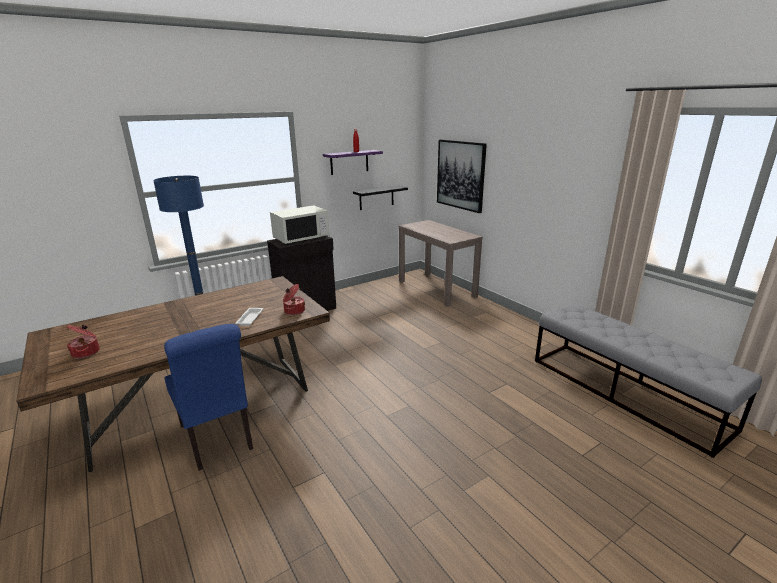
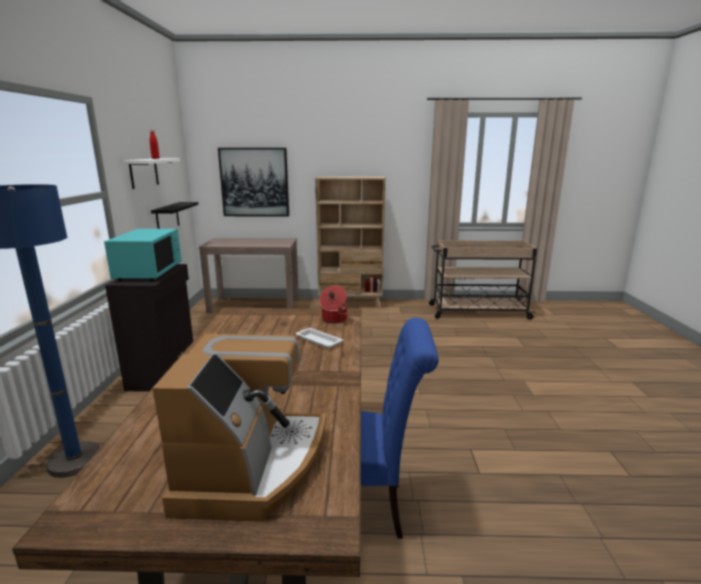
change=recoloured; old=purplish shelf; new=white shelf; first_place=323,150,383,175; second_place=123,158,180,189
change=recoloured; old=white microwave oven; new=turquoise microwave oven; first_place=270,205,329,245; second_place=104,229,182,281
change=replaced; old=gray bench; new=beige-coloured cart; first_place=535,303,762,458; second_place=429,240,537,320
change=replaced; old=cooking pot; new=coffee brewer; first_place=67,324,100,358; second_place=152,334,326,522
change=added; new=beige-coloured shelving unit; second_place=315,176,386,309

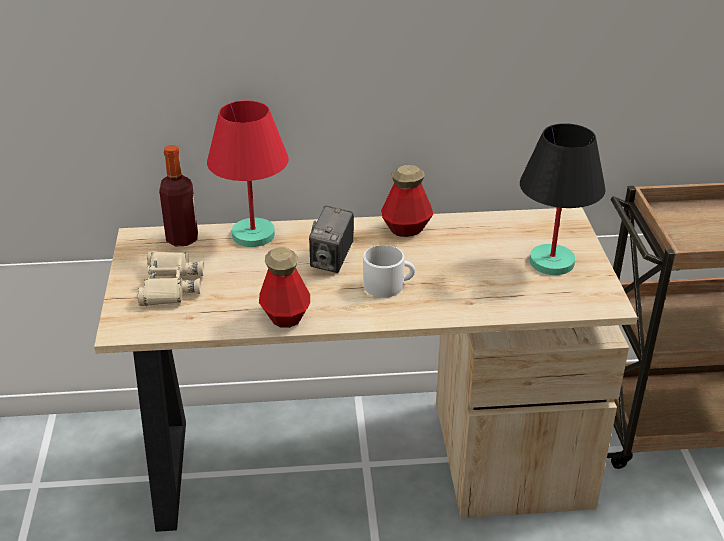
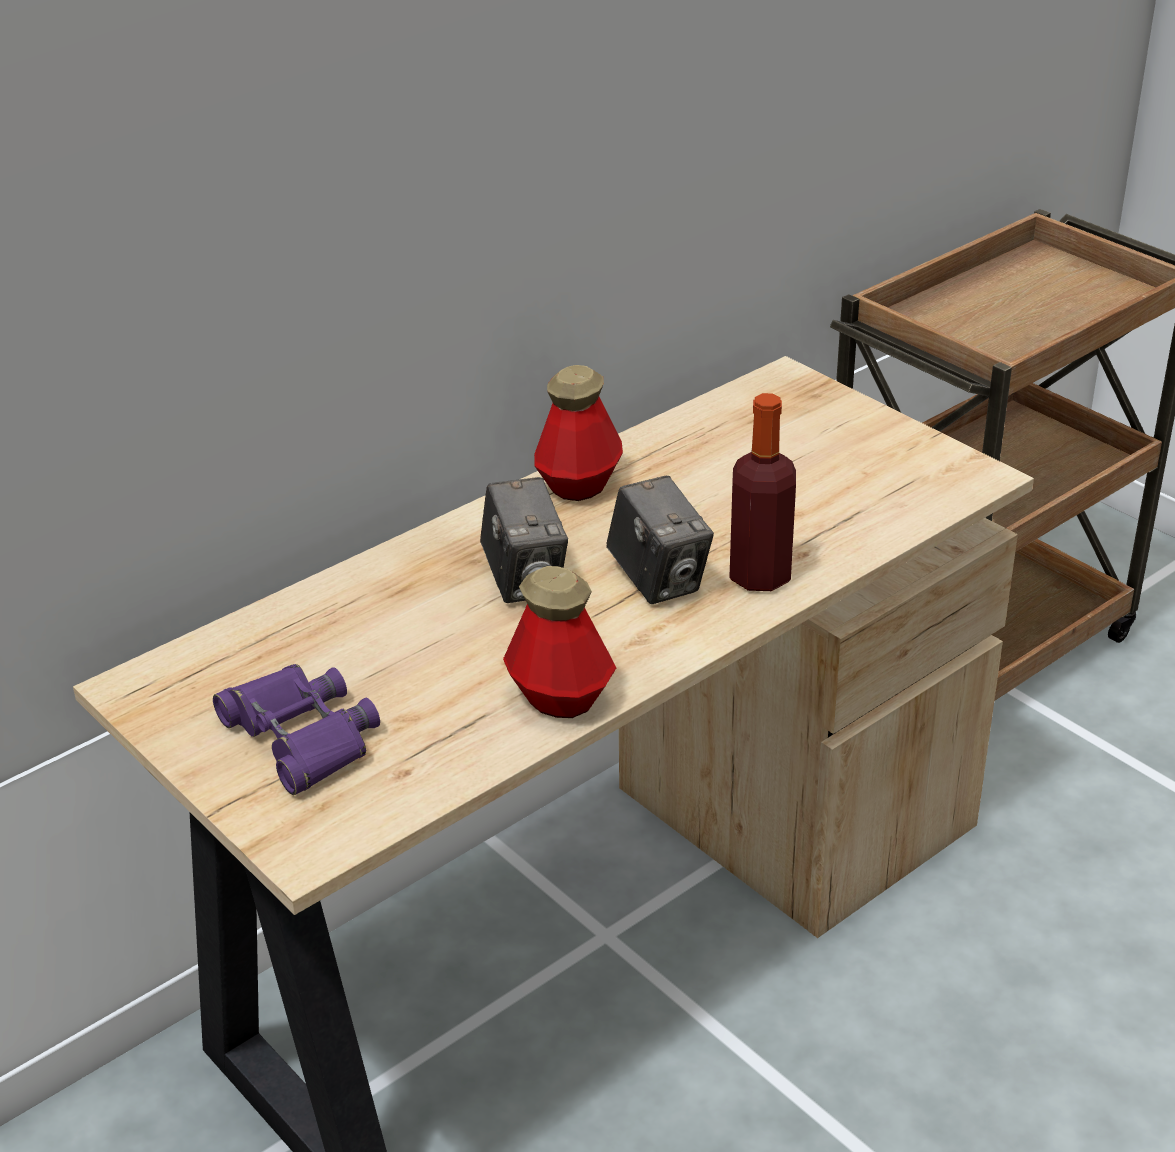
change=removed; old=red-coloured table lamp; first_place=207,100,289,247
change=removed; old=black-coloured table lamp; first_place=520,123,606,275
change=moved; old=beverage bottle; first_place=159,145,198,247; second_place=729,393,796,591
change=replaced; old=white tea mug; new=photo camera; first_place=363,245,415,298; second_place=606,475,714,604
change=recoloured; old=beige-coloured field glasses; new=purplish field glasses; first_place=138,251,204,306; second_place=213,664,380,795

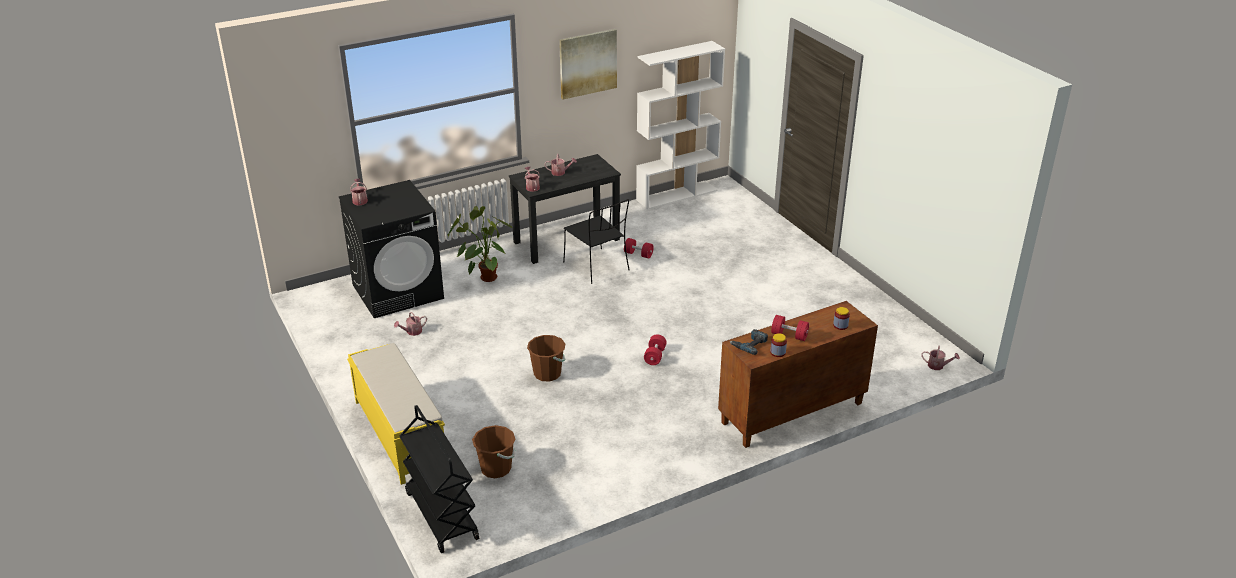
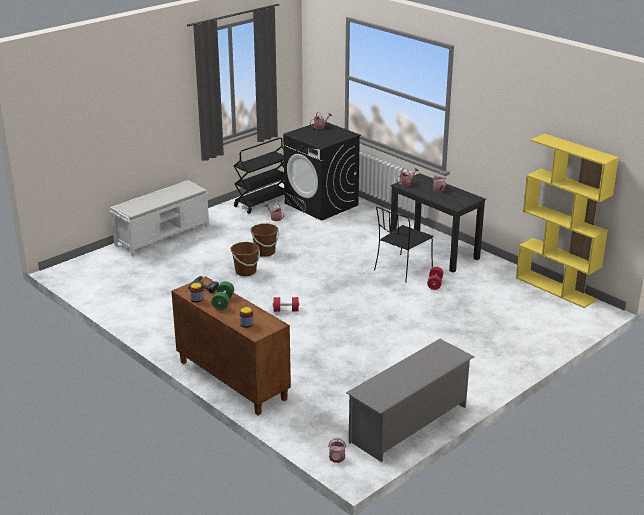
change=removed; old=wall art; first_place=559,29,617,99
change=recoloured; old=white shelving unit; new=yellowish shelving unit; first_place=636,41,725,210; second_place=516,134,619,308
change=removed; old=potted plant; first_place=448,206,513,282
change=recoloured; old=red-coloured hand weight; new=green-coloured hand weight; first_place=771,315,809,341; second_place=212,281,234,310
change=recoloured; old=yellowish bench; new=white bench; first_place=347,343,445,485; second_place=110,180,209,256
change=moved; old=black-coloured cart; first_place=399,405,479,553; second_place=234,137,285,214
change=moved; old=brown-coloured bucket; first_place=472,425,515,478; second_place=251,224,279,257
change=added; new=gray shoe stand; second_place=346,339,474,462

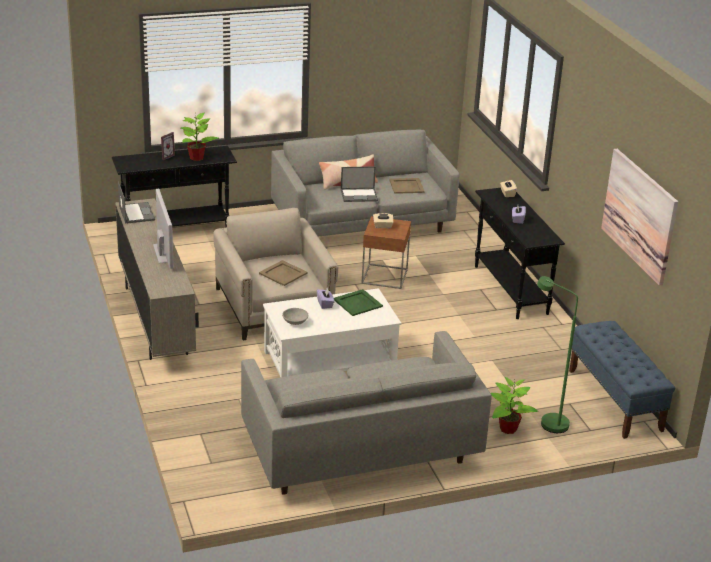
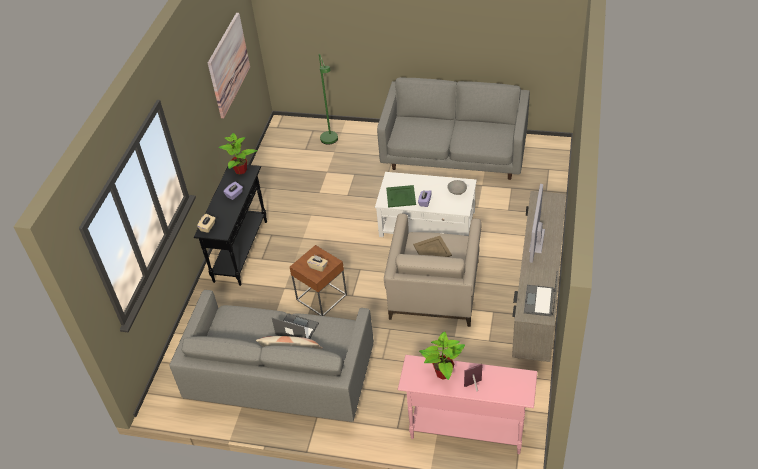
change=recoloured; old=black-coloured hall table; new=pink-coloured hall table; first_place=112,146,237,227; second_place=398,355,537,454
change=removed; old=beige-coloured serving tray; first_place=389,178,425,194
change=removed; old=bluish bench; first_place=569,321,675,439
change=moved; old=potted plant; first_place=491,377,538,434; second_place=219,133,258,174

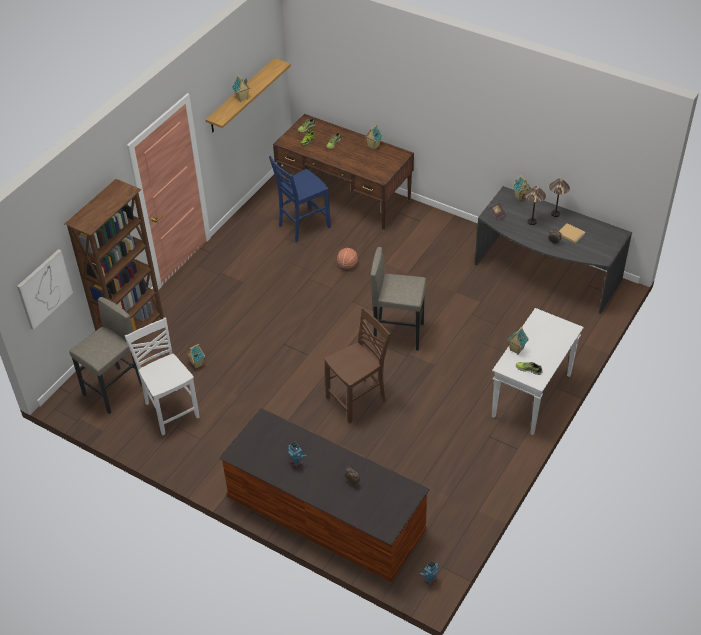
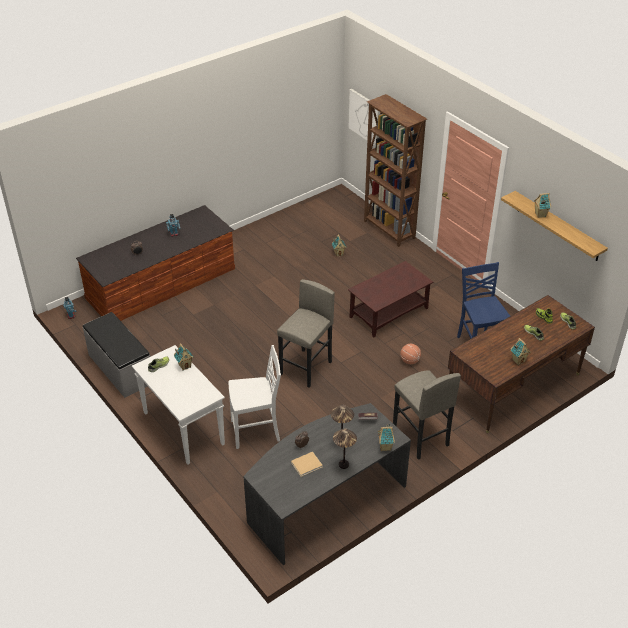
change=moved; old=gray sitting stool; first_place=69,297,142,414; second_place=393,370,461,460
change=removed; old=brown-coloured plain chair; first_place=324,307,391,424
change=moved; old=white plain chair; first_place=125,317,200,435; second_place=229,345,281,449
change=added; new=brown-coloured coffee table; second_place=348,261,433,337
change=added; new=gray bench; second_place=83,312,150,398

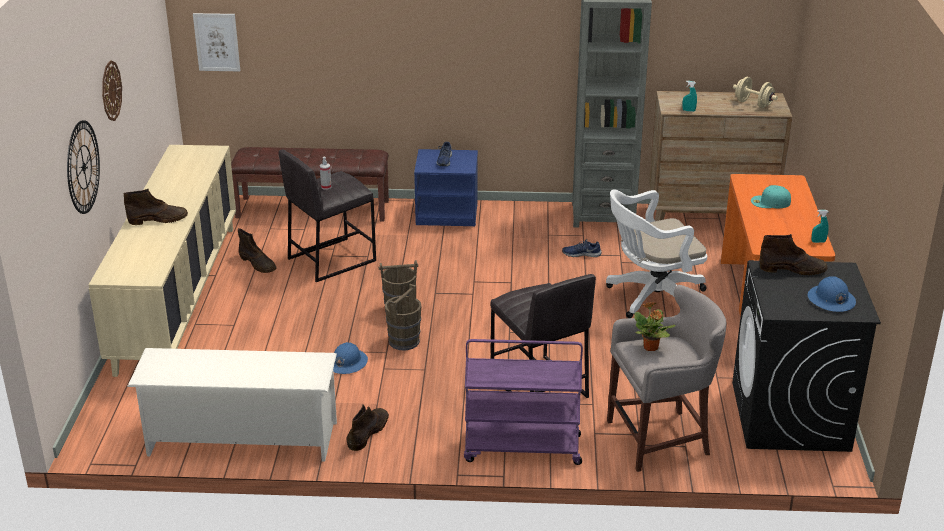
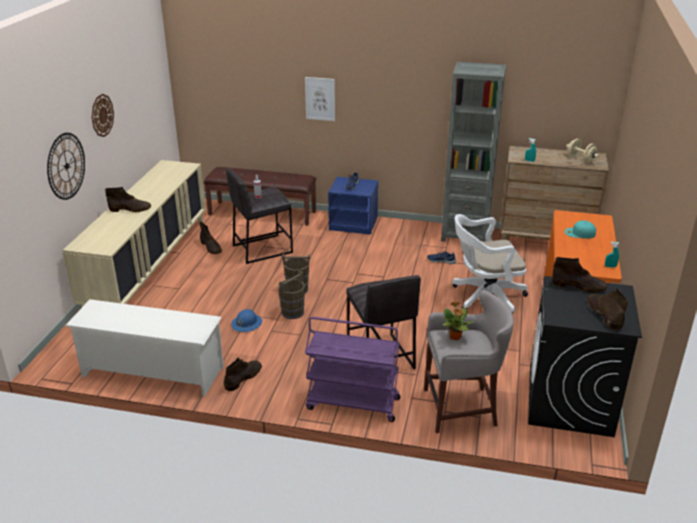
change=moved; old=wall art; first_place=193,13,240,71; second_place=305,77,335,121
change=replaced; old=bluish hard hat; new=brown-coloured tall boot; first_place=808,276,856,312; second_place=588,289,628,330

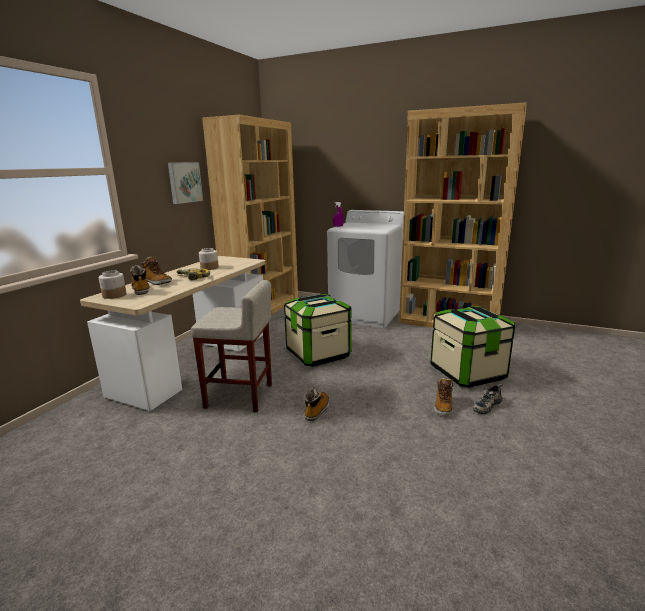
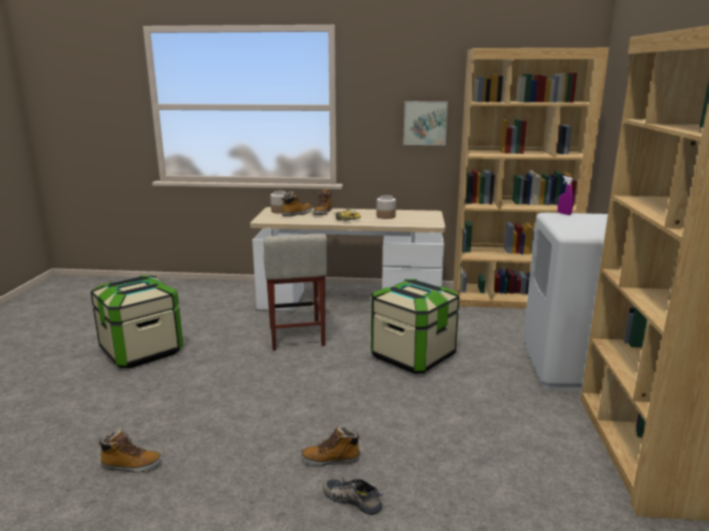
change=moved; old=storage container; first_place=430,306,515,388; second_place=91,275,183,368
change=moved; old=tall boot; first_place=305,388,329,421; second_place=98,430,162,473

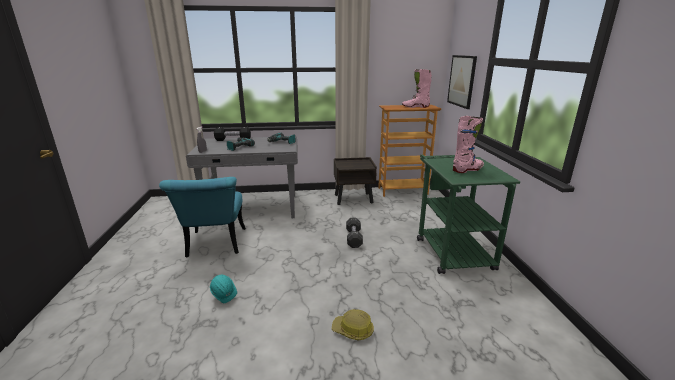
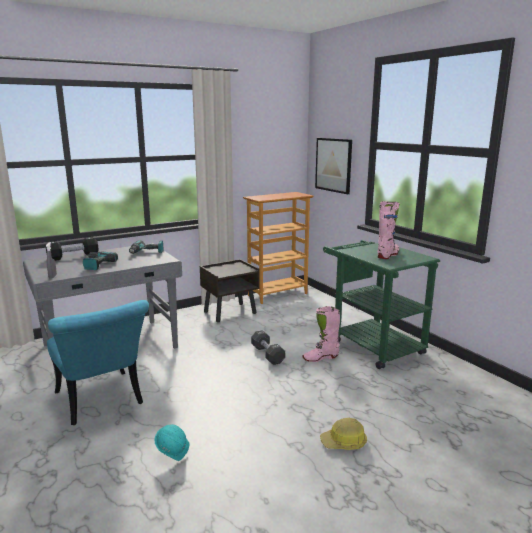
change=moved; old=pink-coloured tall boot; first_place=402,69,432,108; second_place=303,306,340,362

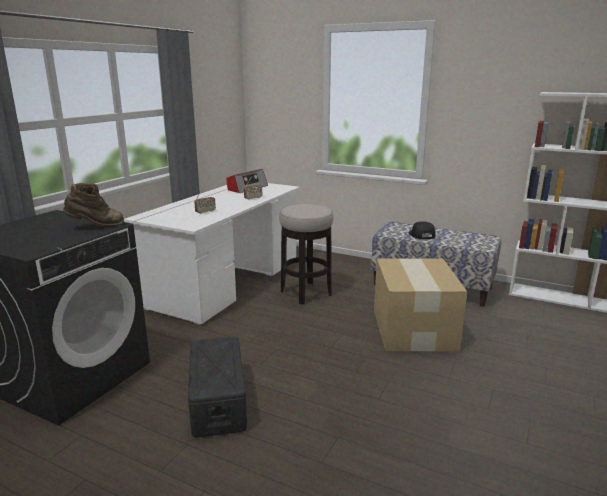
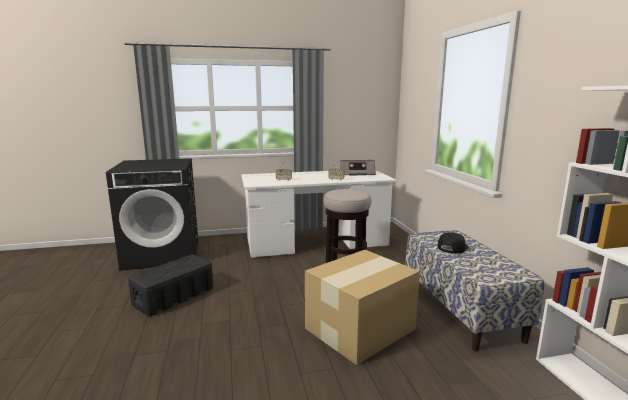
change=removed; old=brown-coloured tall boot; first_place=63,183,124,227

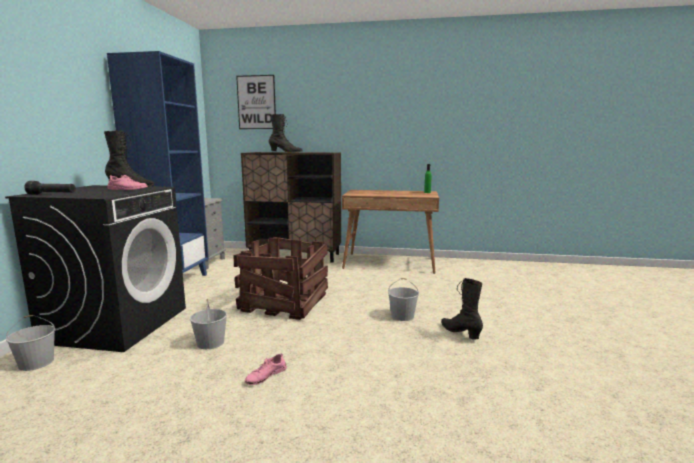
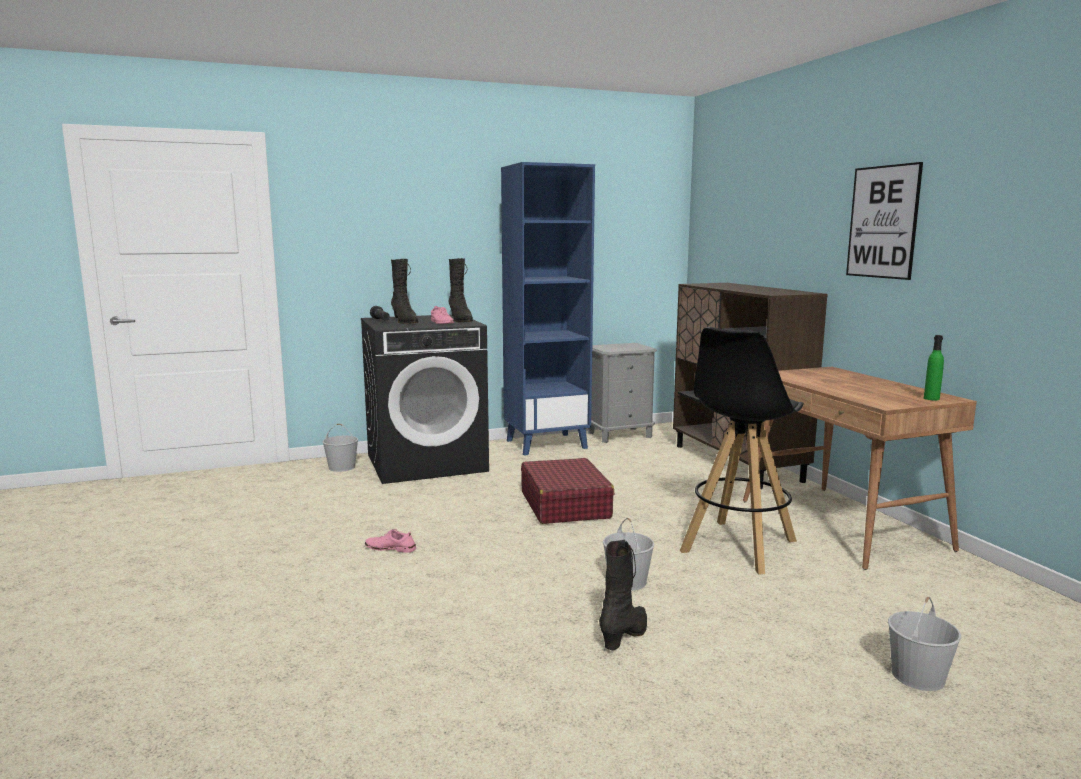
change=moved; old=wall art; first_place=236,75,276,129; second_place=846,162,923,280
change=moved; old=black-coloured tall boot; first_place=269,114,303,153; second_place=391,259,419,324
change=replaced; old=shipping crate; new=red-coloured suitcase; first_place=234,237,328,320; second_place=521,458,614,524
change=moved; old=white bucket; first_place=190,299,227,349; second_place=888,597,961,691
change=added; new=black-coloured sitting stool; second_place=680,327,804,575

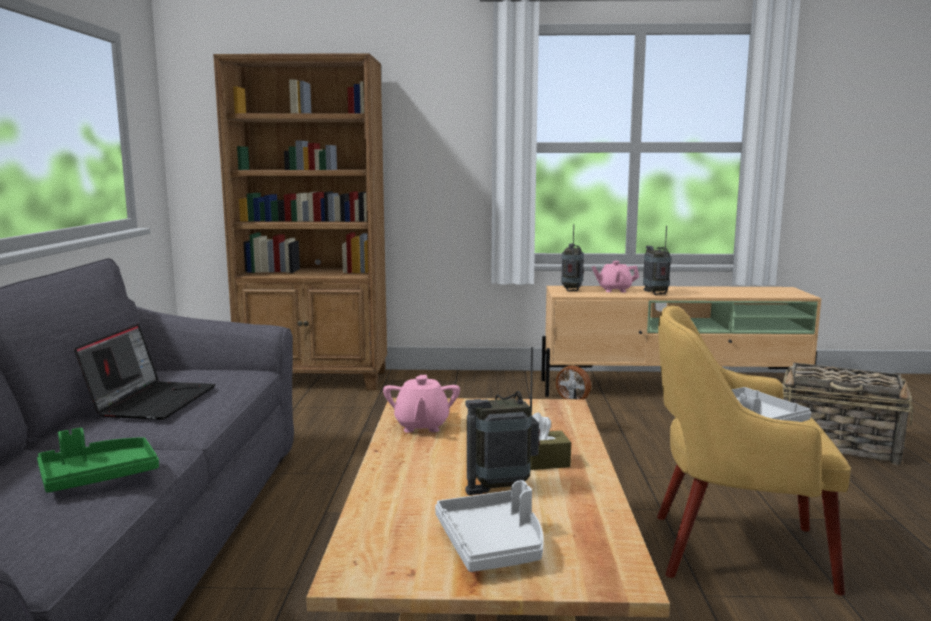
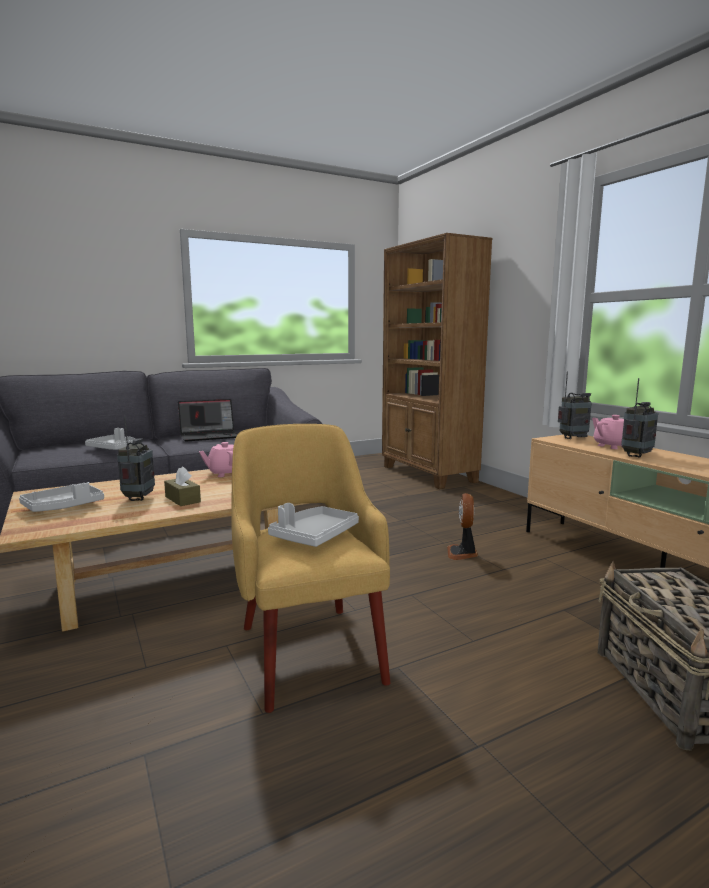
change=turned; old=radio receiver; first_place=466,347,540,495; second_place=117,417,155,501; degrees=45
change=recoloured; old=green-coloured serving tray; new=gray serving tray; first_place=37,428,159,493; second_place=85,428,136,450

